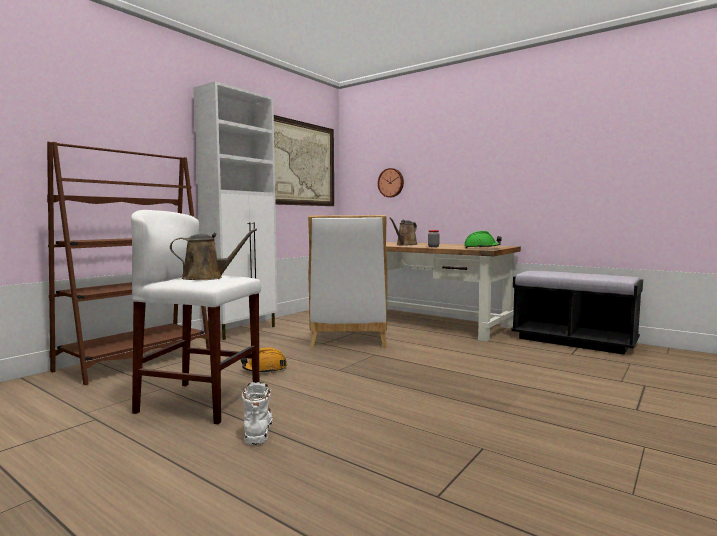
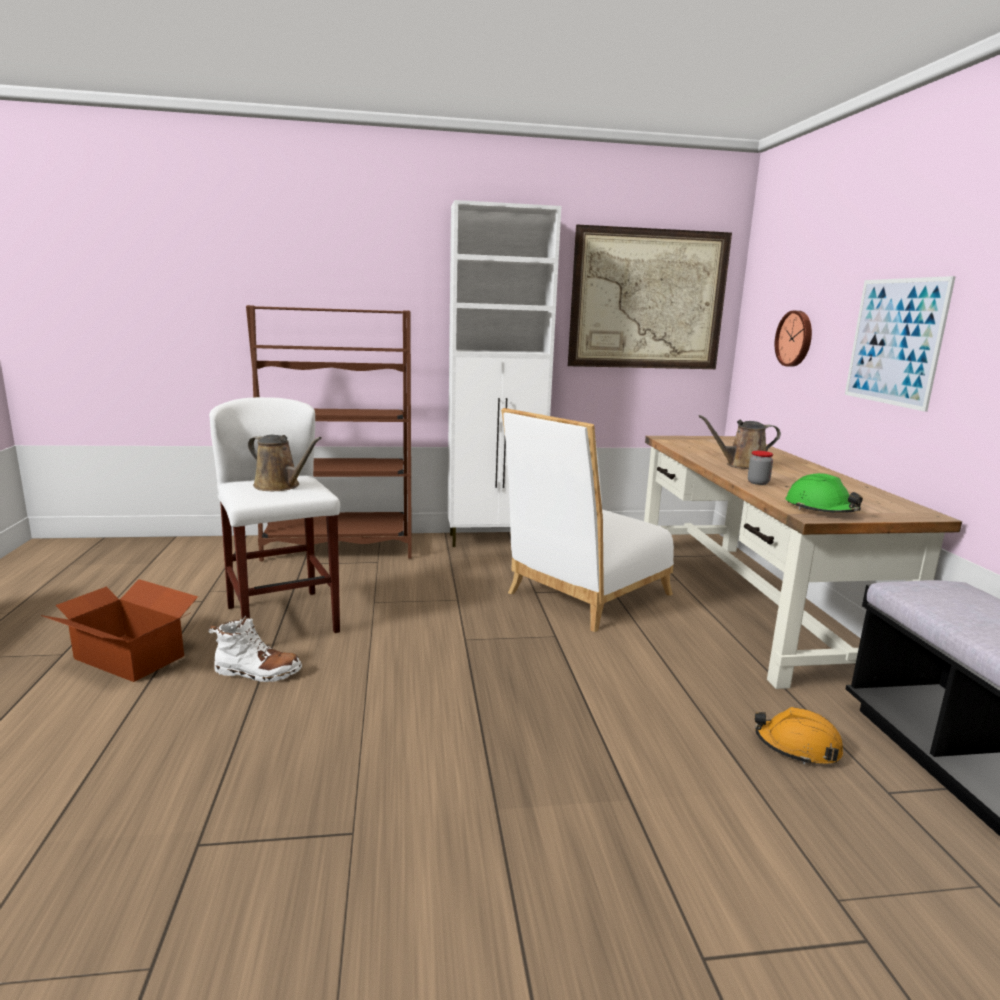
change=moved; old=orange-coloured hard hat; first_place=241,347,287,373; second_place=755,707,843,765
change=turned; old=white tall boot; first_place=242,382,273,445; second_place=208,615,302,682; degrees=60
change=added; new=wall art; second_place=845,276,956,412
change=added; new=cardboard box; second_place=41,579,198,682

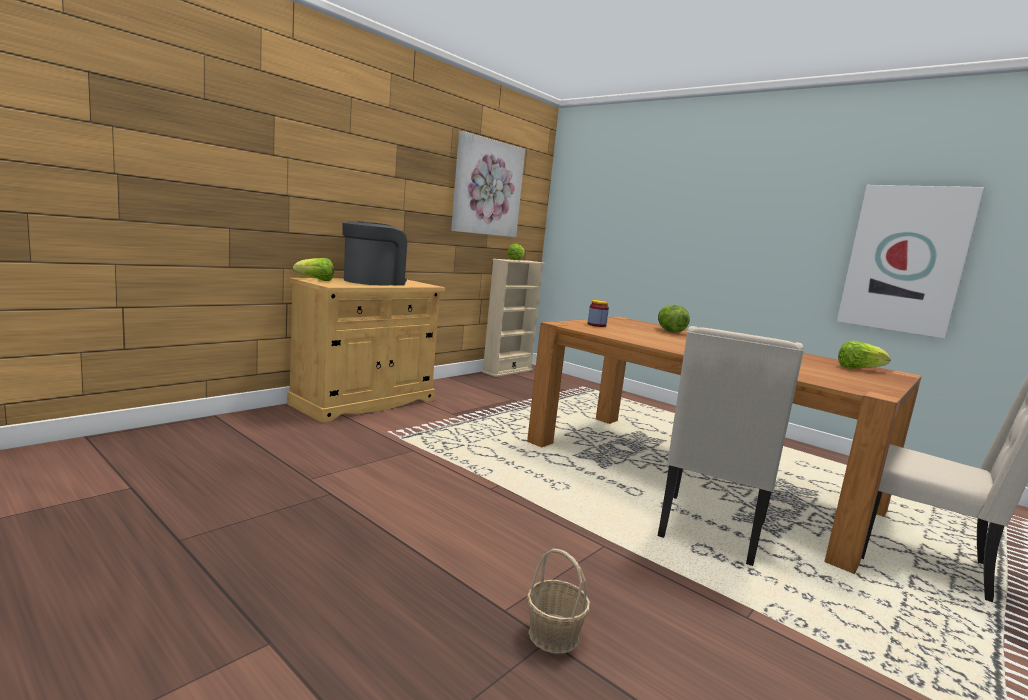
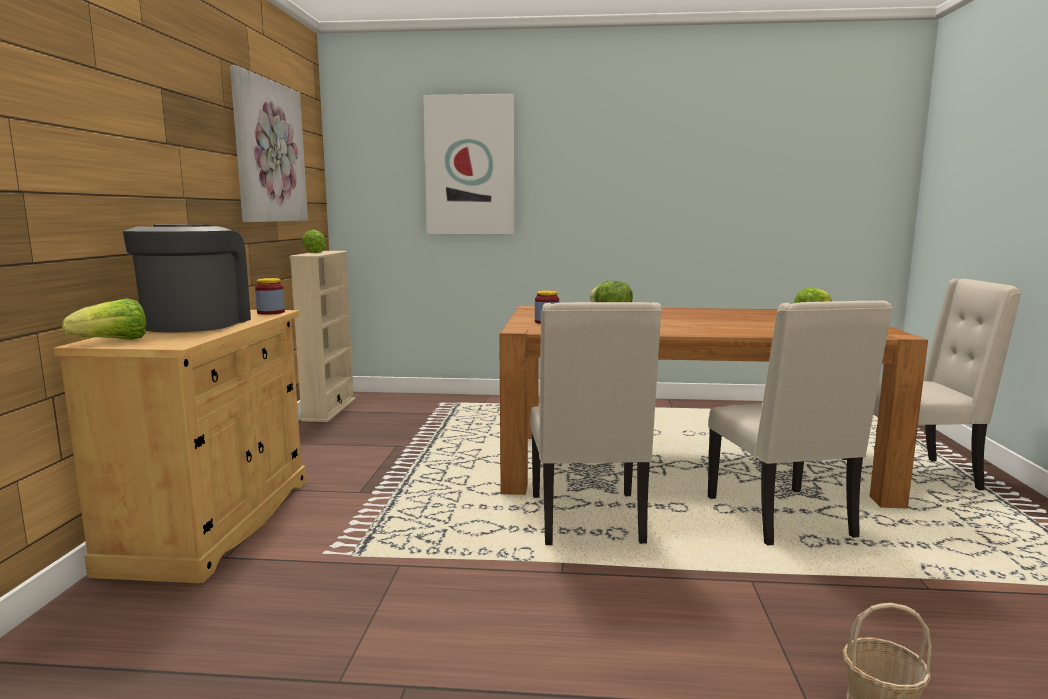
change=moved; old=wall art; first_place=837,185,985,339; second_place=423,94,515,235
change=added; new=storage jar; second_place=255,278,285,315
change=added; new=beige-coloured plain chair; second_place=530,302,662,545

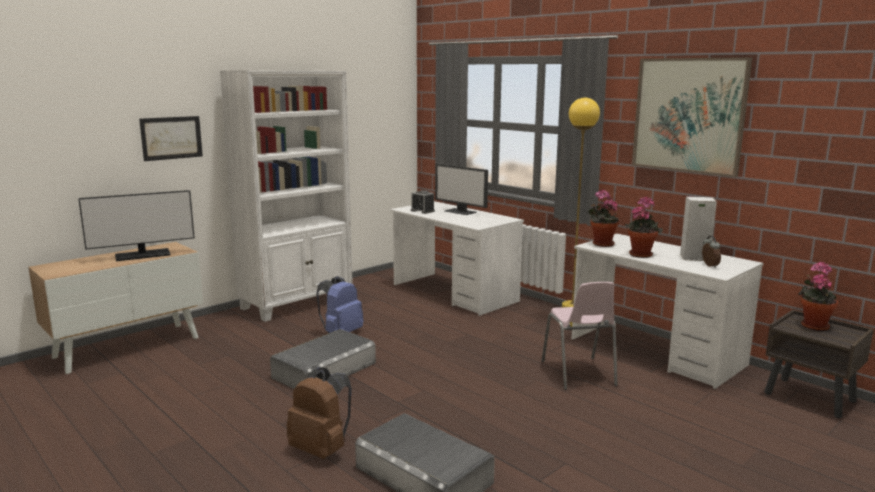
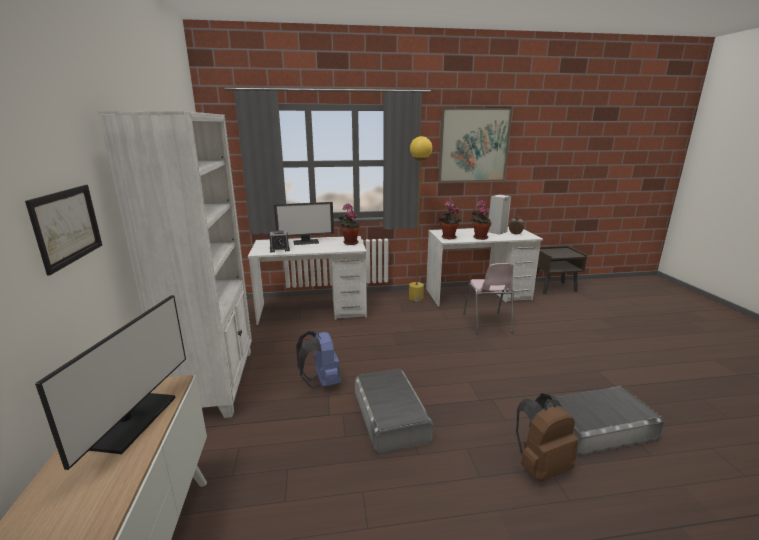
change=moved; old=potted plant; first_place=798,262,838,331; second_place=339,204,360,245
change=turned; old=pink-coloured plain chair; first_place=541,282,618,390; second_place=463,263,514,334; degrees=60

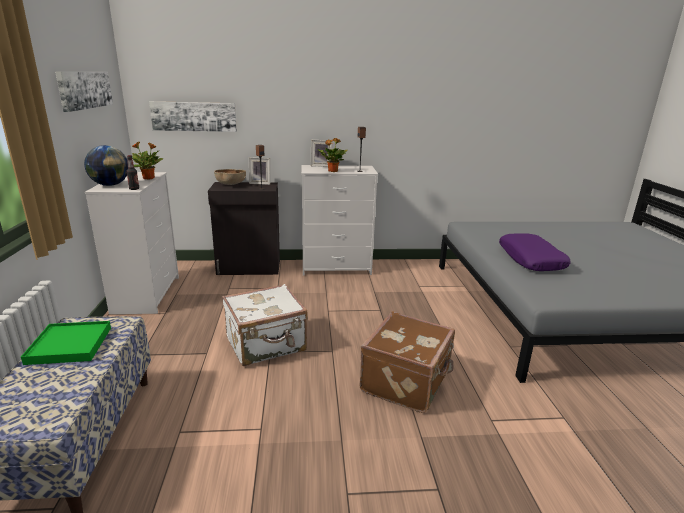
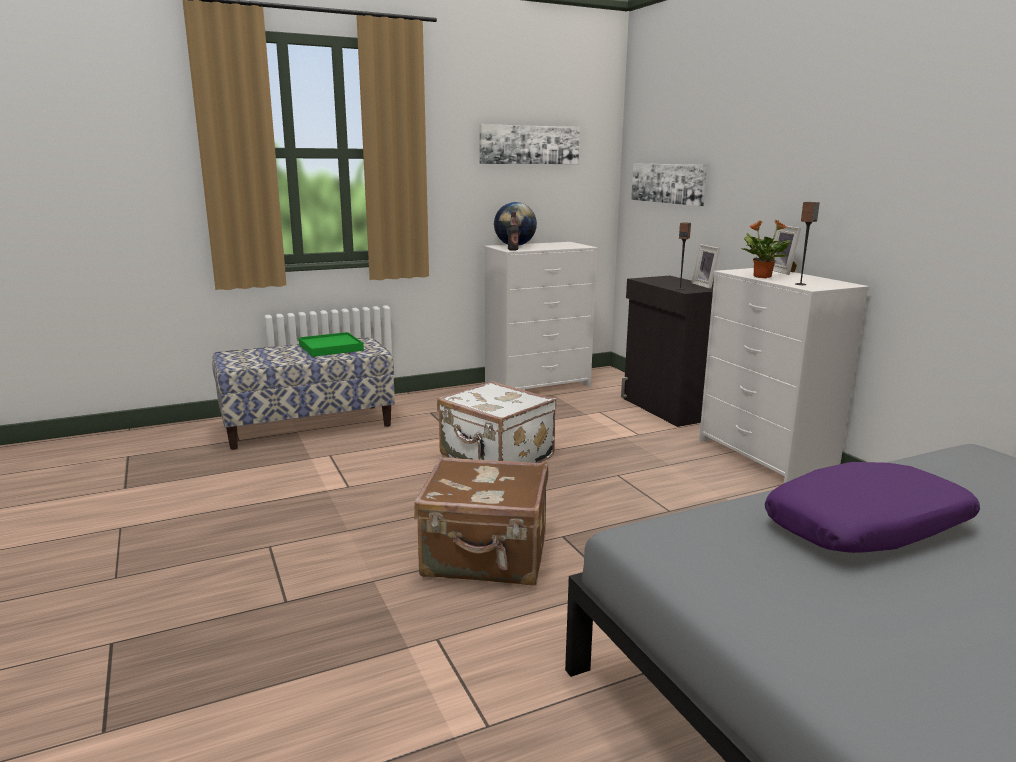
change=removed; old=potted plant; first_place=132,142,163,180
change=removed; old=brown-coloured bowl; first_place=214,169,246,185

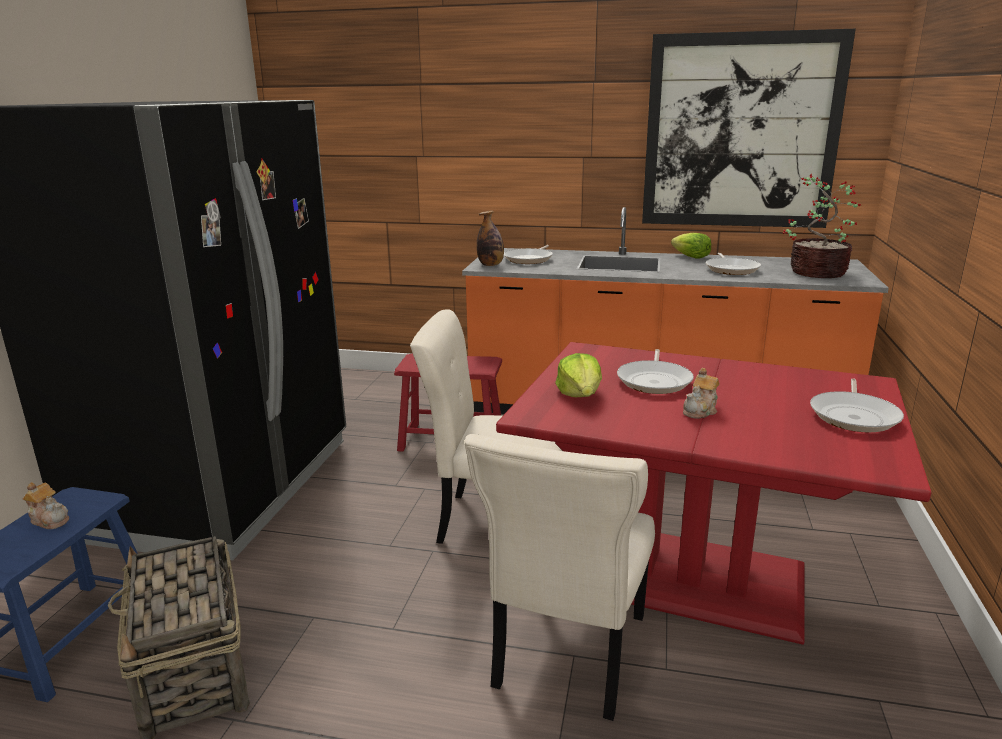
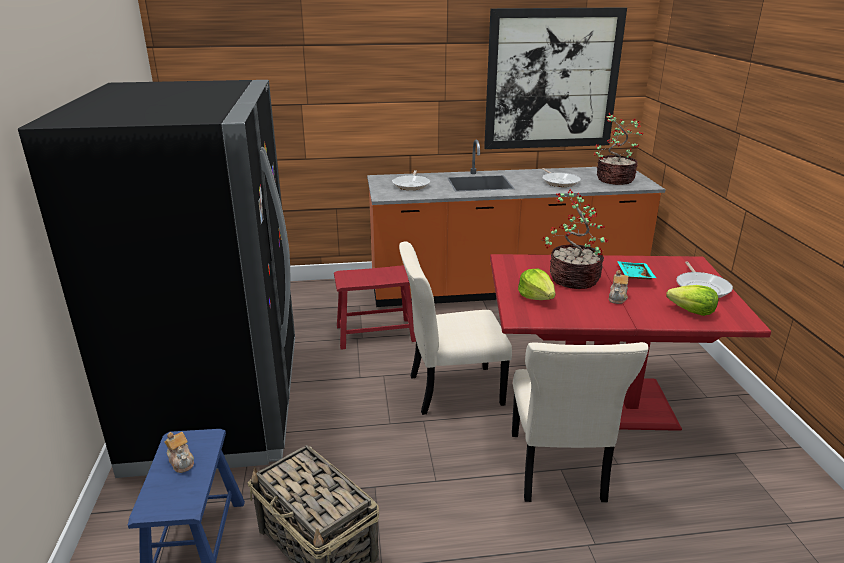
change=removed; old=beverage bottle; first_place=477,210,504,266
change=moved; old=lettuce; first_place=671,233,711,259; second_place=666,285,718,316
change=replaced; old=frying pan; new=potted plant; first_place=617,349,694,394; second_place=541,189,608,289
change=turned; old=teapot; first_place=22,482,69,529; second_place=164,432,194,473; degrees=45
change=added; new=turquoise serving tray; second_place=617,261,656,280

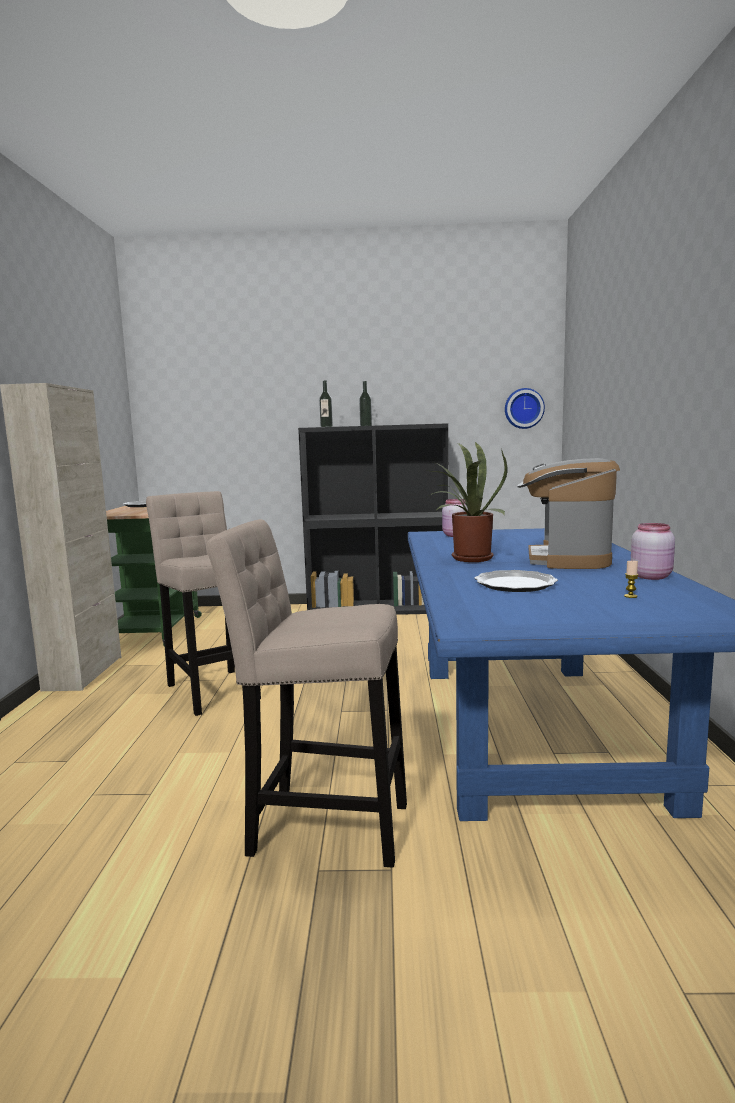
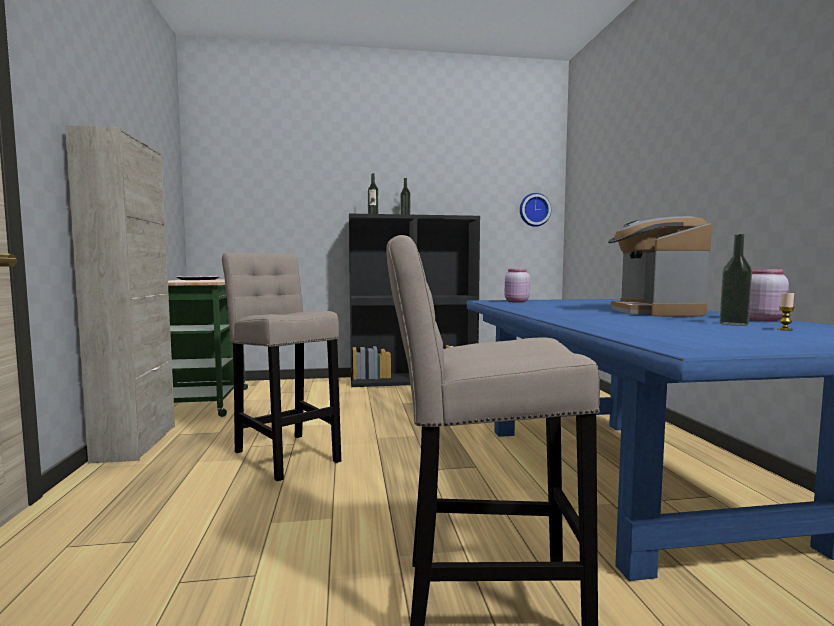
change=removed; old=potted plant; first_place=430,442,508,562
change=removed; old=dinner plate; first_place=474,570,558,592
change=added; new=beverage bottle; second_place=720,234,752,326

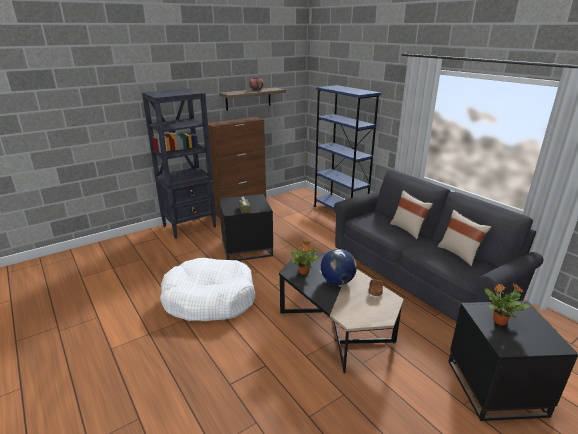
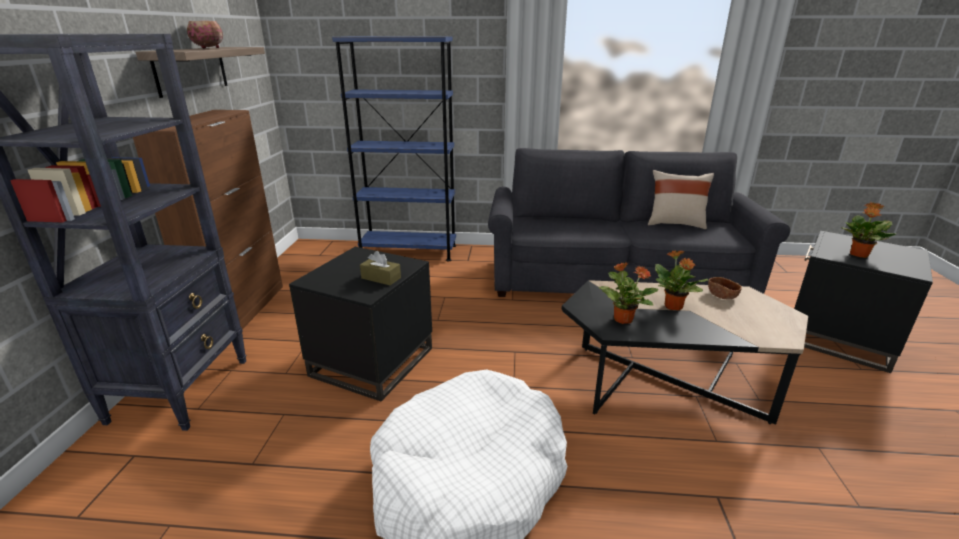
change=removed; old=beige-coloured cushion; first_place=390,190,433,239
change=replaced; old=globe; new=potted plant; first_place=321,249,357,285; second_place=655,250,708,310

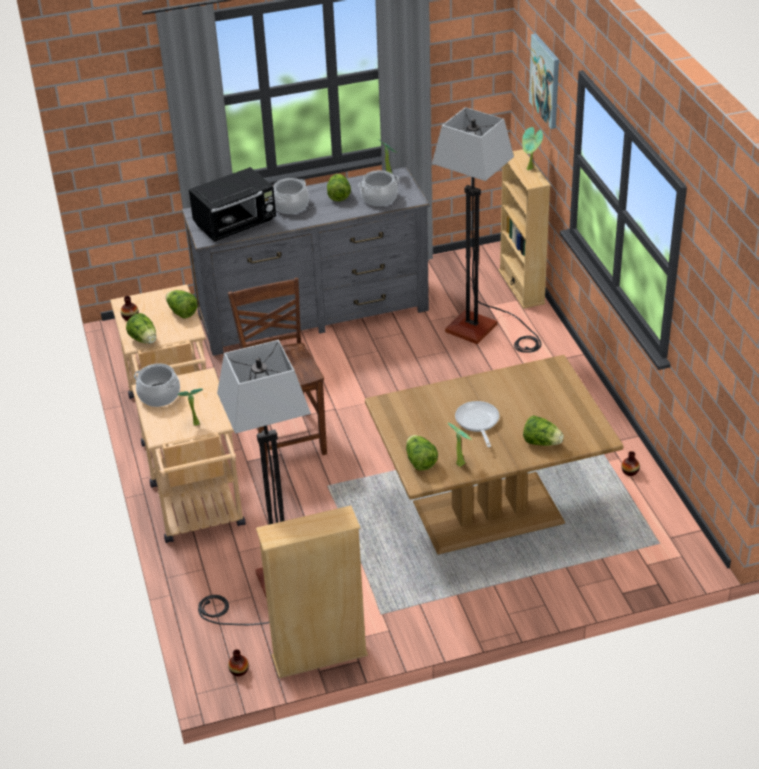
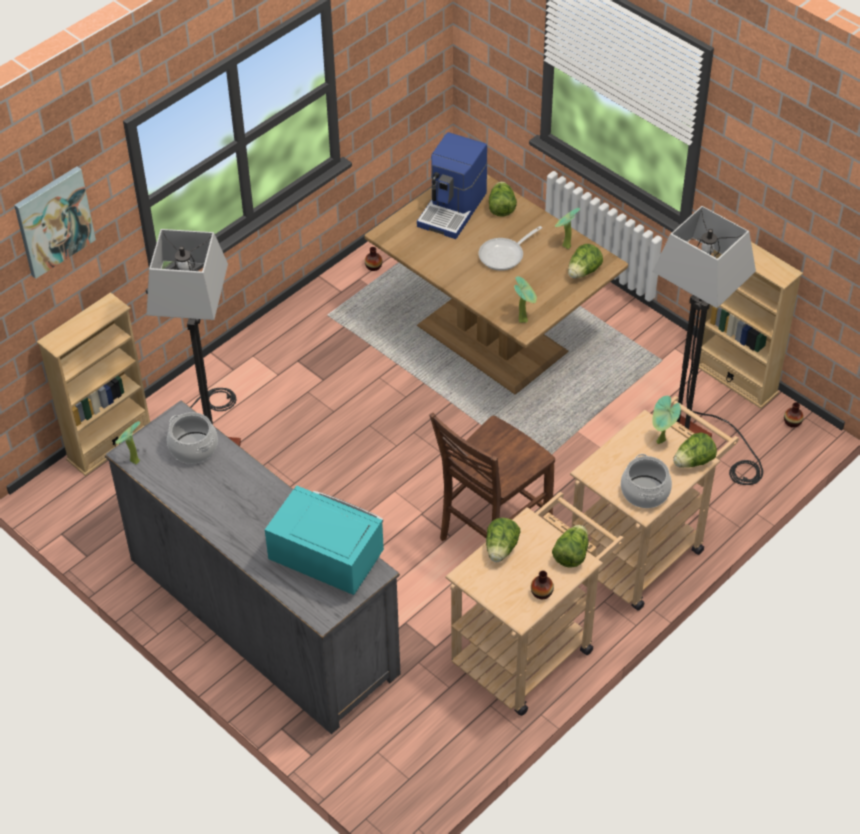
change=moved; old=potted plant; first_place=522,127,543,170; second_place=514,276,537,323
change=recoloured; old=black-coloured microwave oven; new=turquoise microwave oven; first_place=189,167,276,242; second_place=265,485,384,595
change=moved; old=lettuce; first_place=327,174,351,201; second_place=673,432,717,468
change=removed; old=cooking pot; first_place=273,178,309,214
change=added; new=coffee brewer; second_place=417,132,488,239

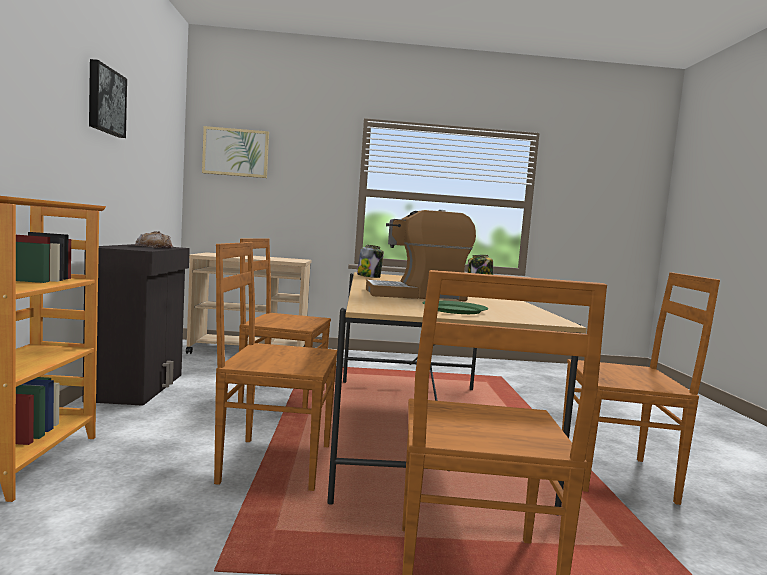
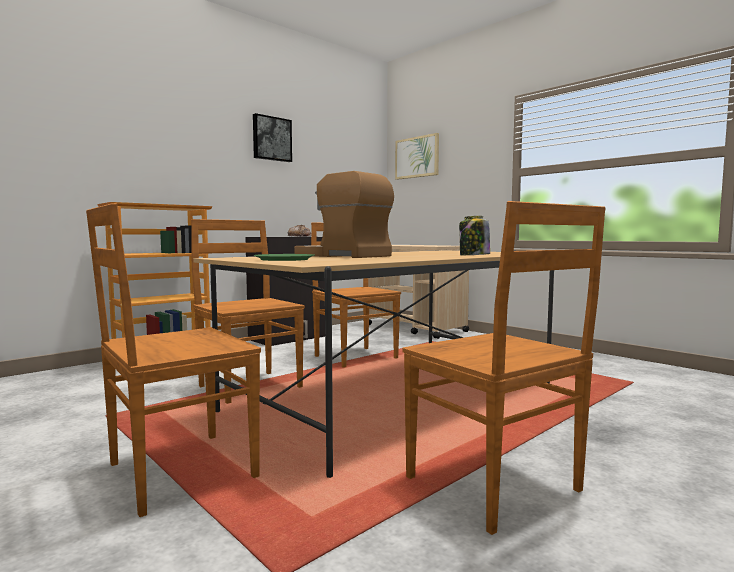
change=removed; old=storage jar; first_place=357,245,384,278

